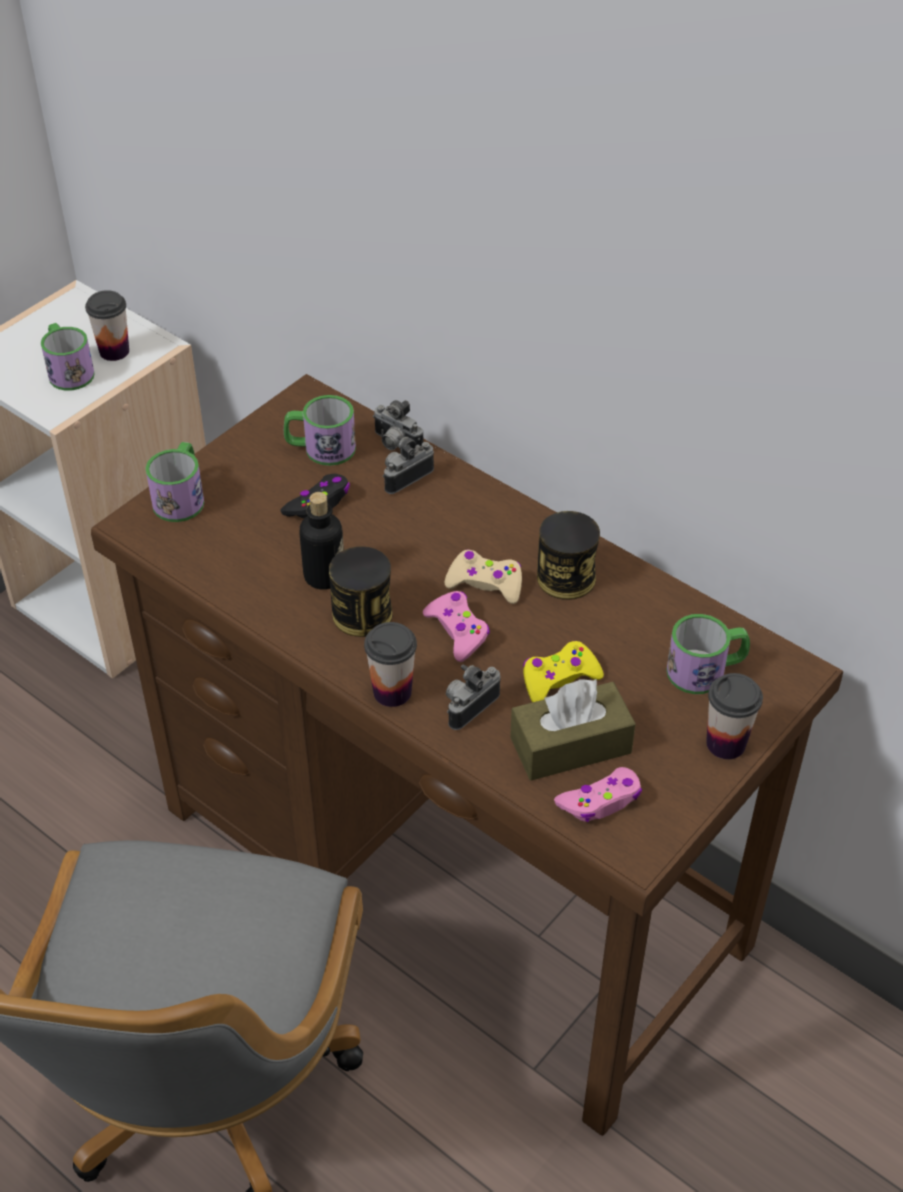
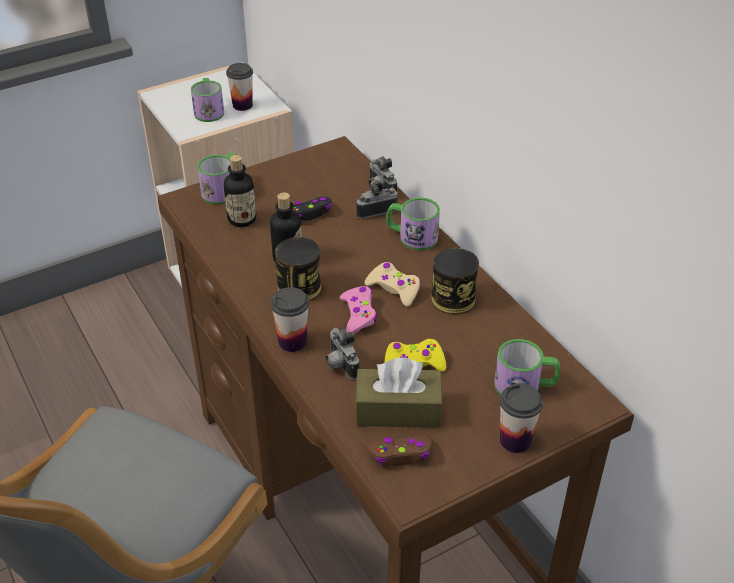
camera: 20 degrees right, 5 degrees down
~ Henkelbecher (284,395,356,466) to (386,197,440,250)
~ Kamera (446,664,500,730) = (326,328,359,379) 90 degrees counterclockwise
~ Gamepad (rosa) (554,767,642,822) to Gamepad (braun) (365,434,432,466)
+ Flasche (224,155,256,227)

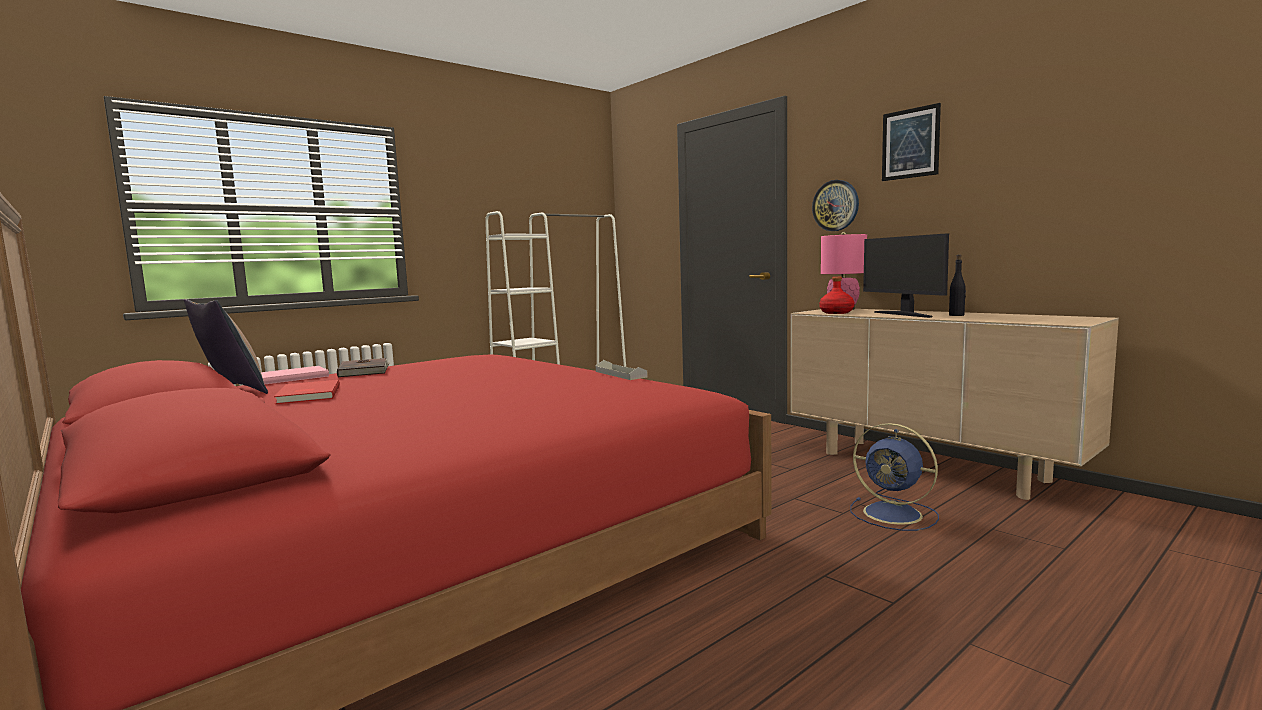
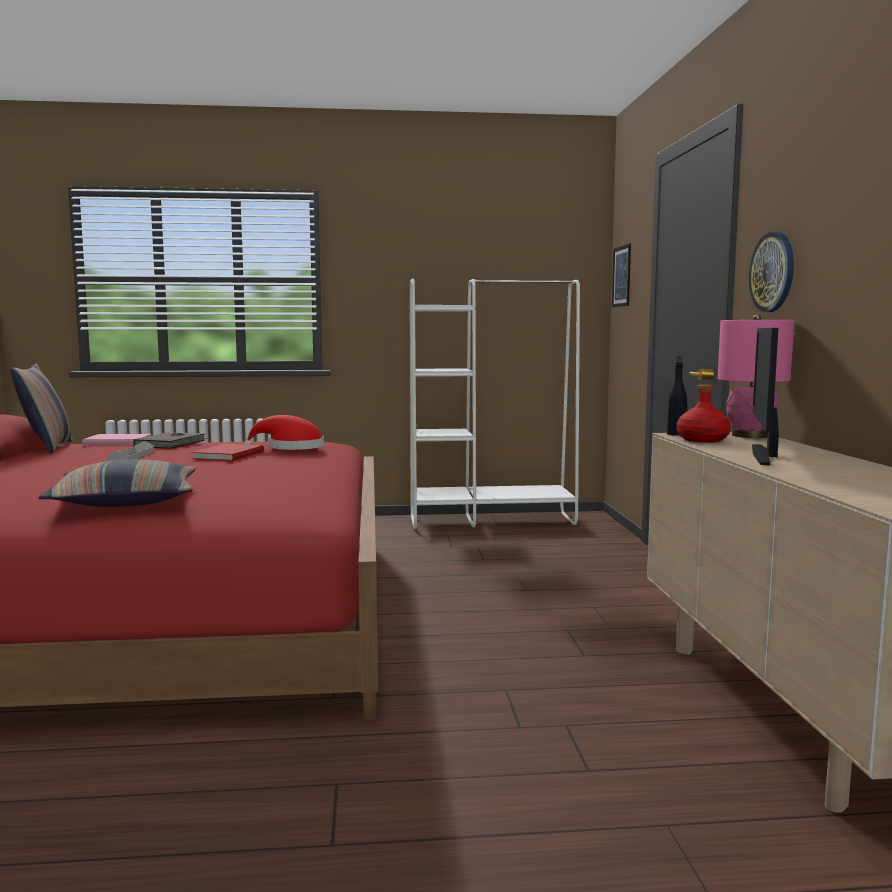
camera: 35 degrees right, 0 degrees up
~ Bild (882,103,941,181) to (612,244,631,307)
~ Flasche (schwarz) (949,255,966,316) to (667,355,688,436)
~ Tablett (grau) (596,360,648,380) to (107,441,154,461)
~ Buch (rot) (274,380,340,404) to (192,444,264,461)
- Ventilator (blau) (850,423,939,531)
+ Hut (rot) (244,415,324,450)
+ Kissen (38,459,196,507)

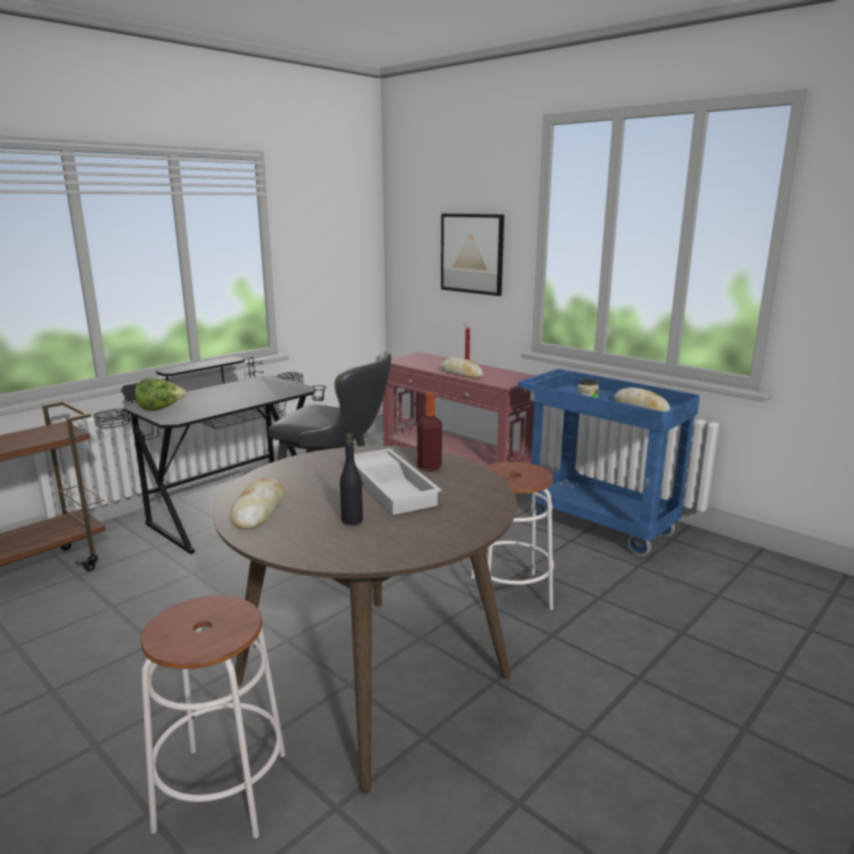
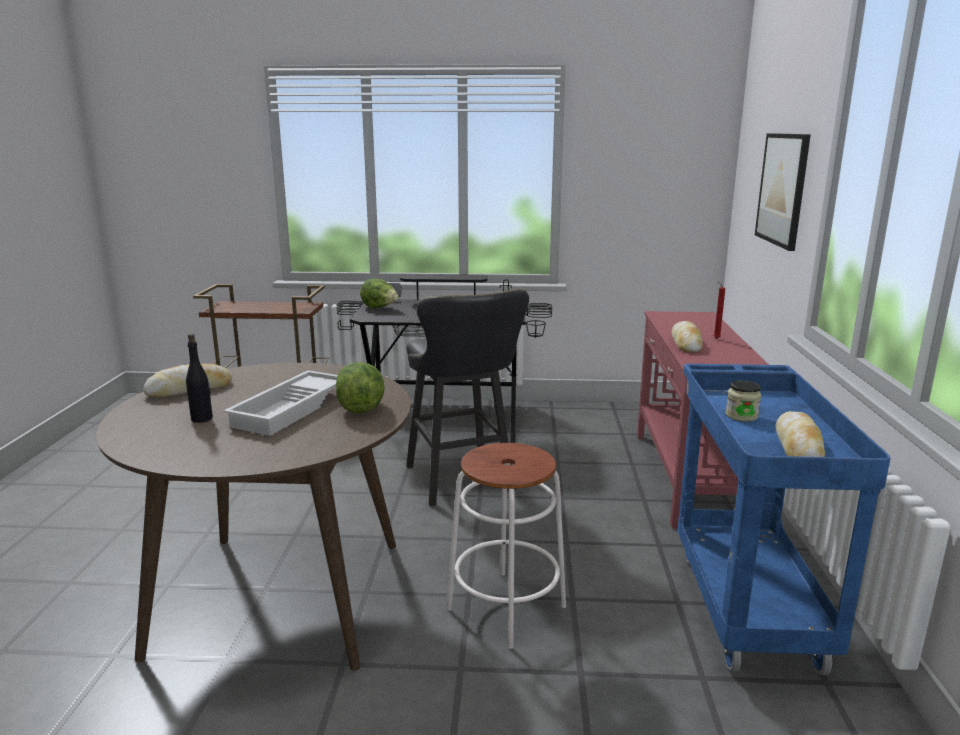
camera: 50 degrees right, 0 degrees up
~ Flasche (417,392,442,471) to Salatkopf (336,362,385,414)
- Hocker (weiß) (140,595,285,839)

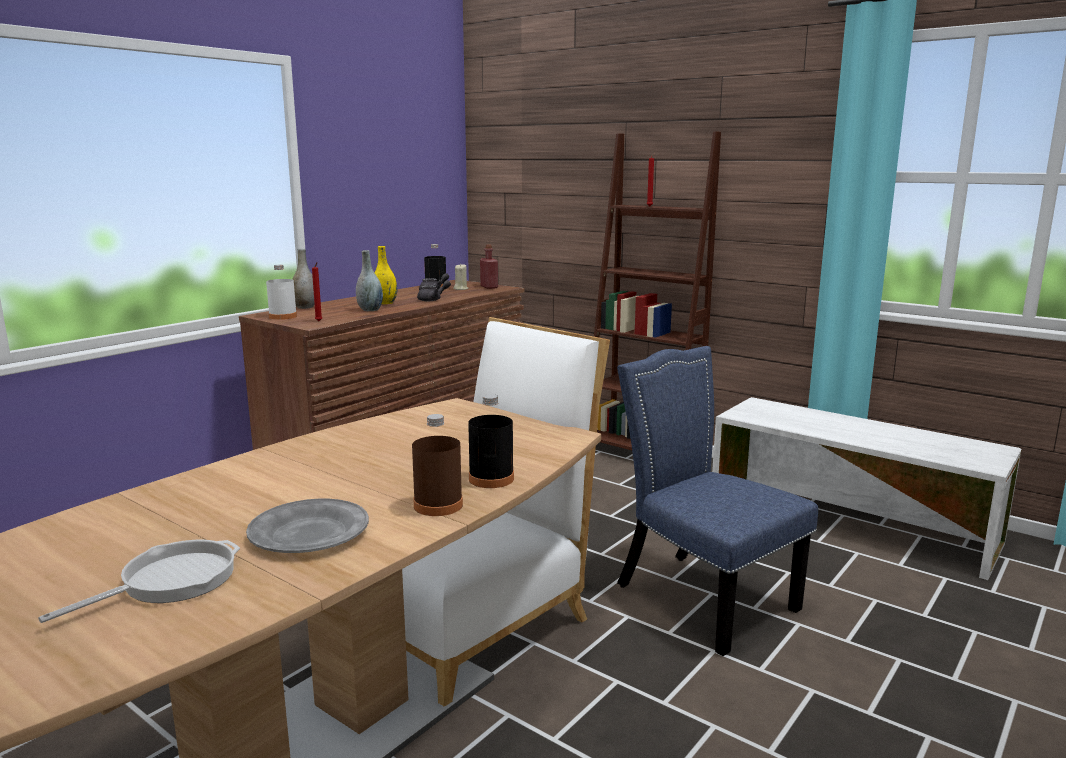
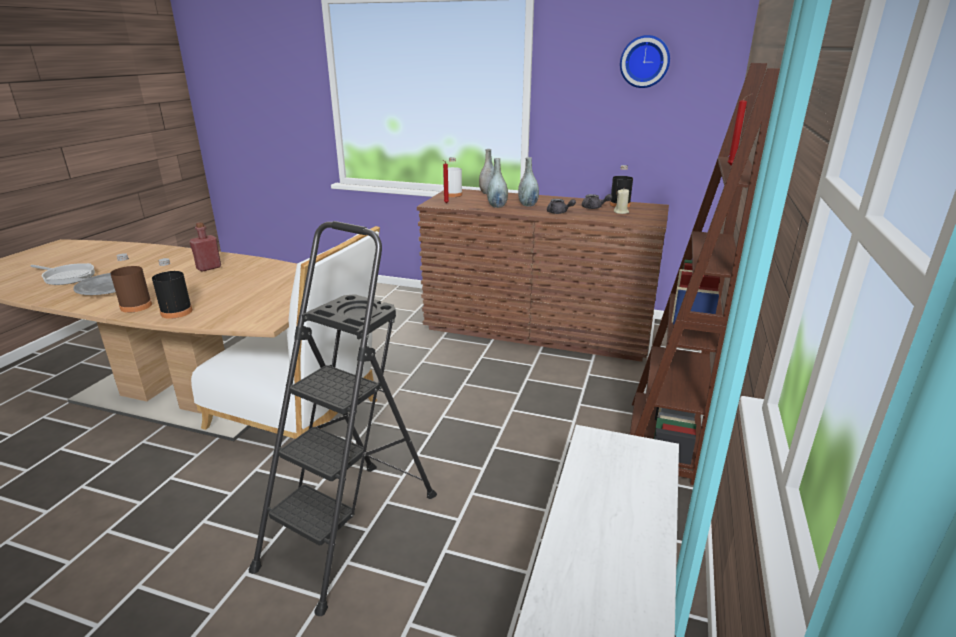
camera: 70 degrees right, 10 degrees up
~ Flasche (rot) (480,245,498,289) to (189,222,221,272)
~ Vase (gelb) (374,246,397,304) to Vase (grau) (518,157,539,207)
~ Stuhl (blau) (617,346,818,656) to Trittleiter (249,221,437,616)
+ Wanduhr (620,35,670,88)

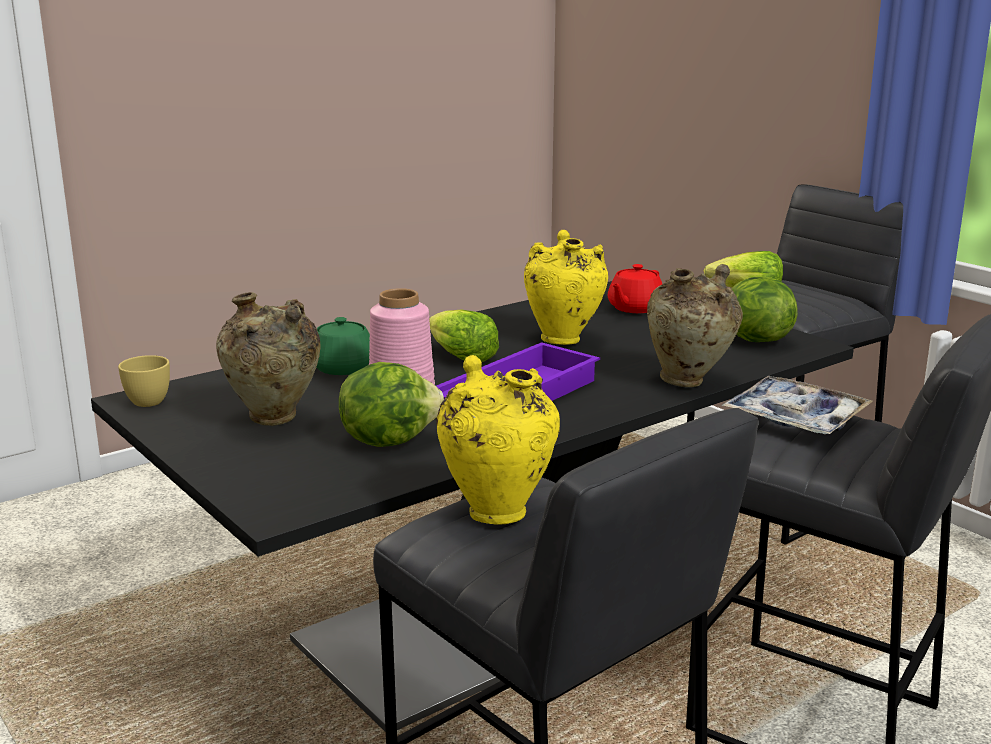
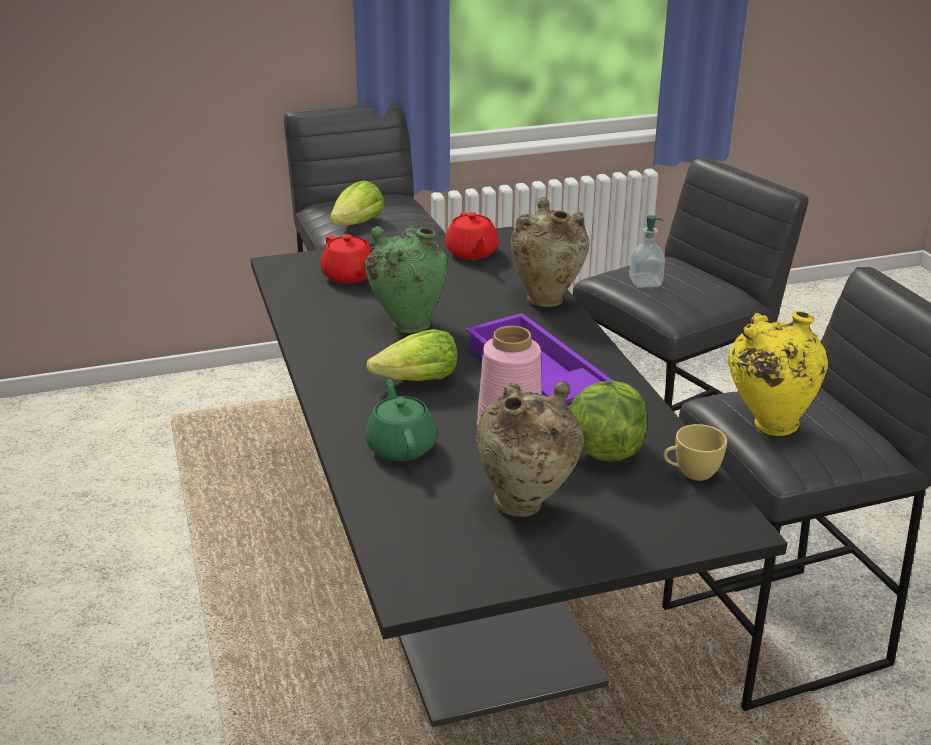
camera: 70 degrees left, 10 degrees up
~ Vase (gelb) (524,230,608,345) to Vase (grün) (365,226,448,333)
~ Salatkopf (731,277,798,342) to Teekanne (rot) (445,212,499,260)
~ Tasse (gelb) (118,355,170,407) to (664,424,727,481)
~ Tablett (721,376,873,435) to Seifenspender (629,215,665,288)

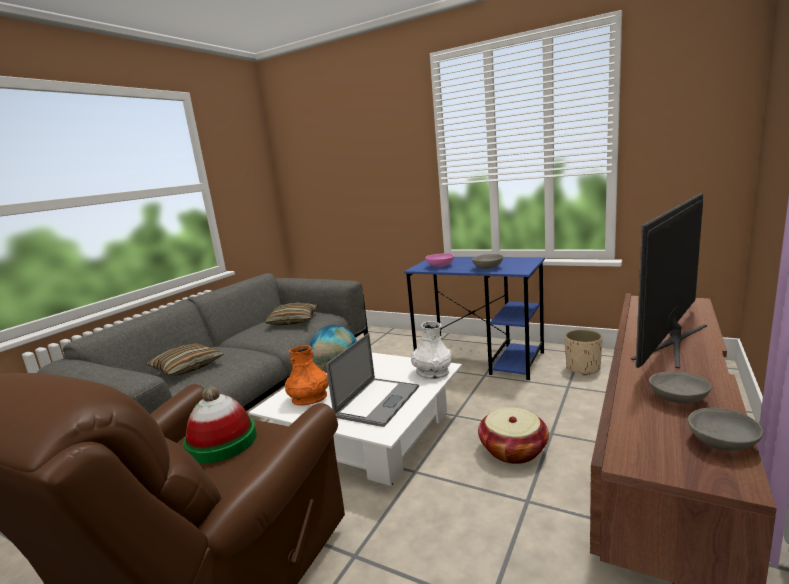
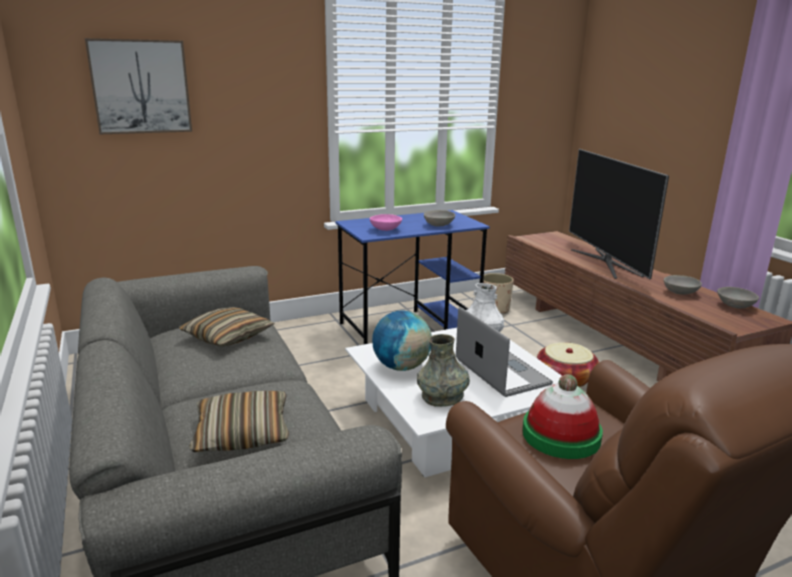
camera: 55 degrees left, 5 degrees up
~ Vase (orange) (285,345,329,406) to Vase (grau) (417,334,470,407)
+ Bild (85,38,192,134)

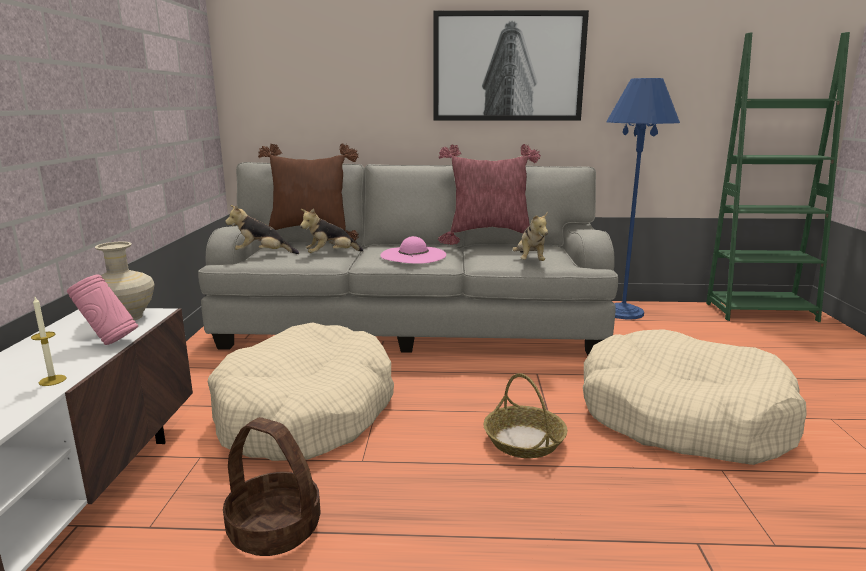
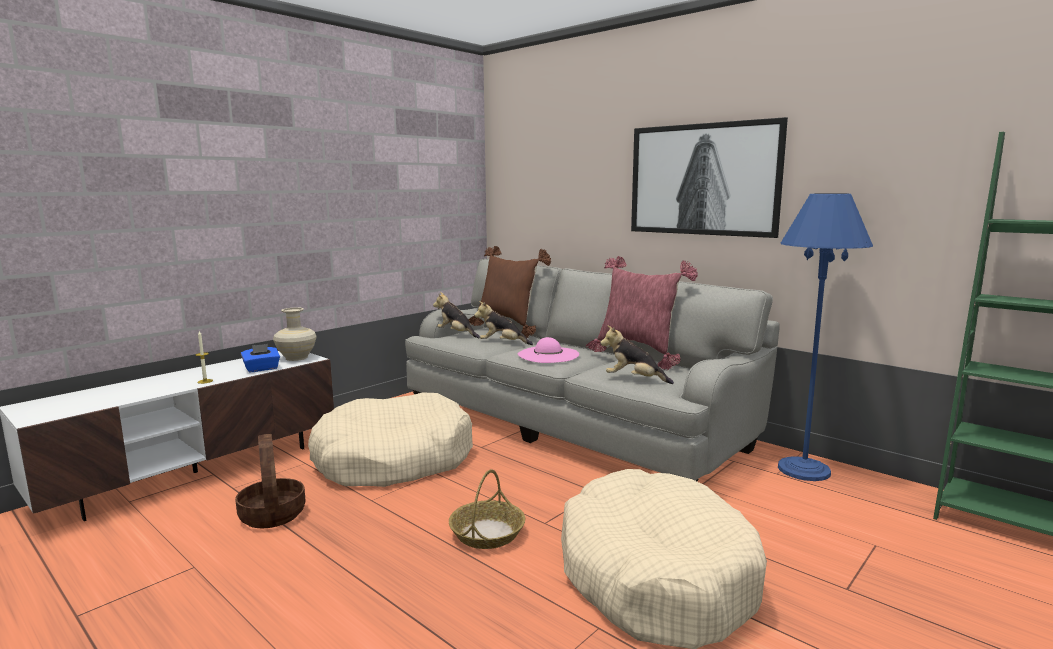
camera: 40 degrees right, 5 degrees down
~ Plüschtier (512,212,548,261) = (600,325,674,384) 75 degrees clockwise
~ Vase (rosa) (67,274,138,345) to Taschentuchbox (blau) (241,344,280,372)

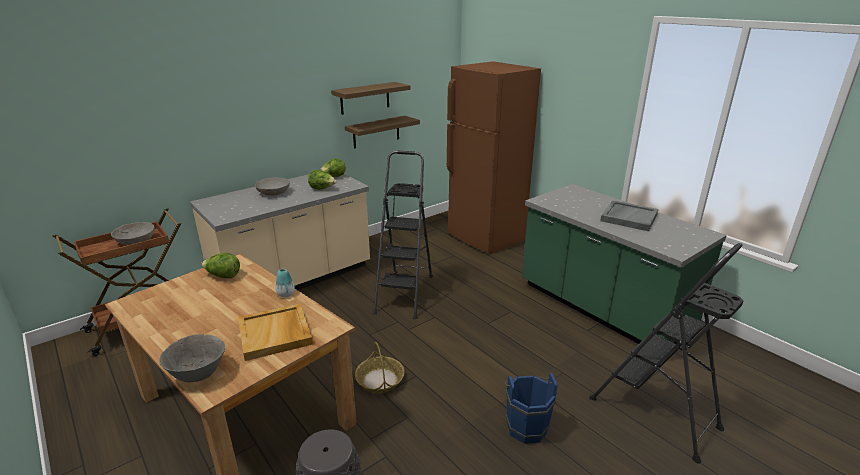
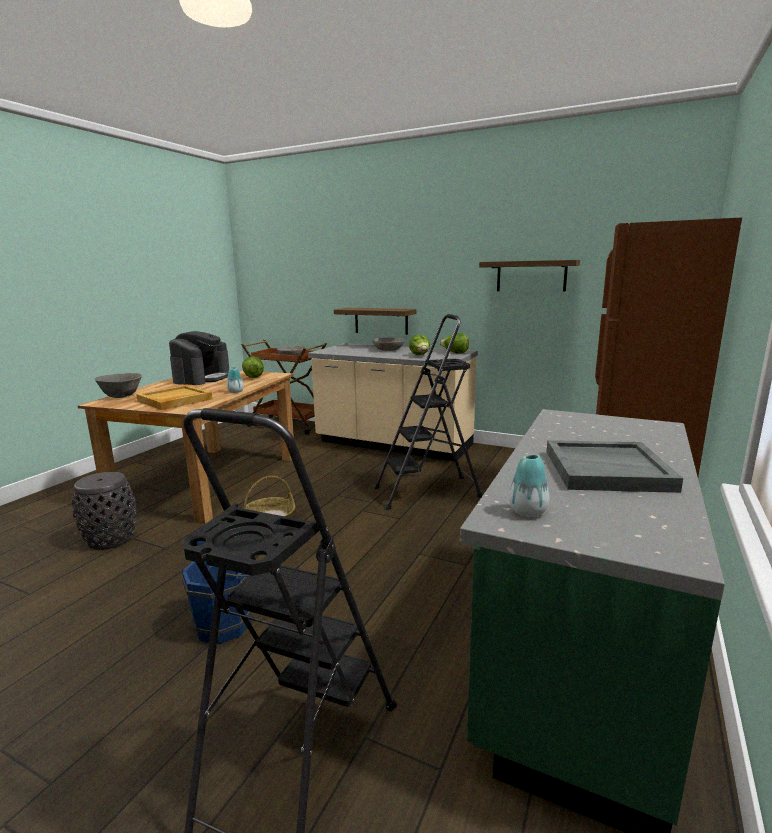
camera: 65 degrees right, 10 degrees down
~ Wandregal (345,116,420,149) to (334,308,417,335)
+ Kaffeemaschine (169,331,229,385)
+ Vase (509,454,549,517)

